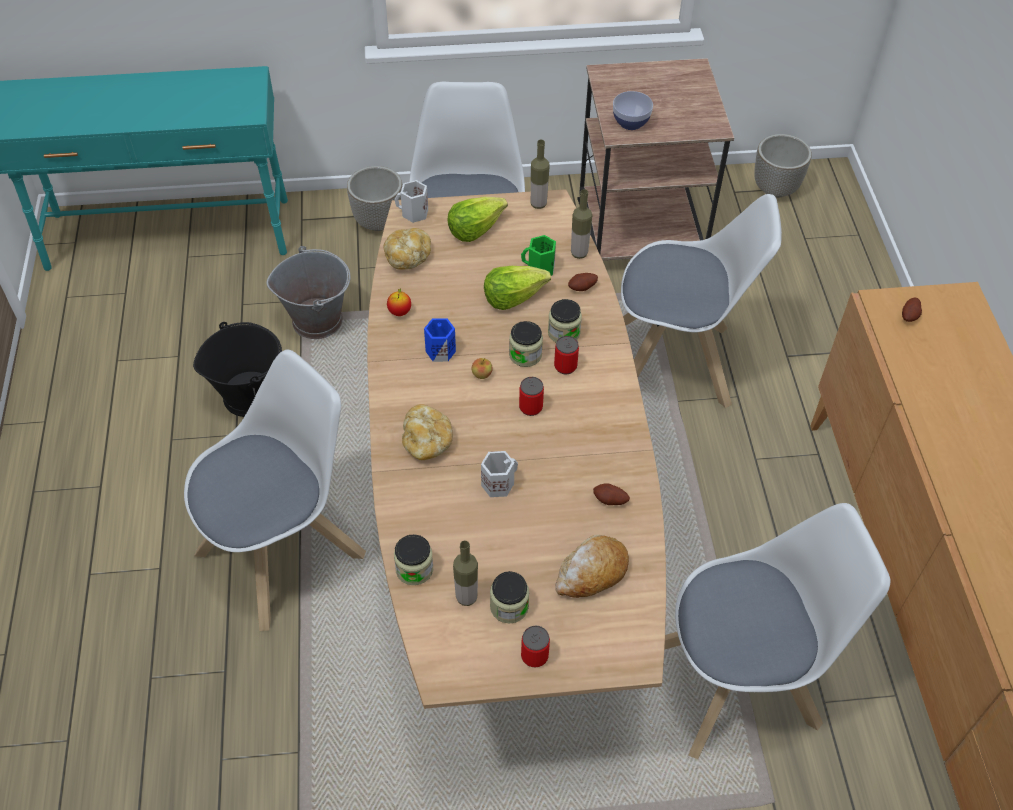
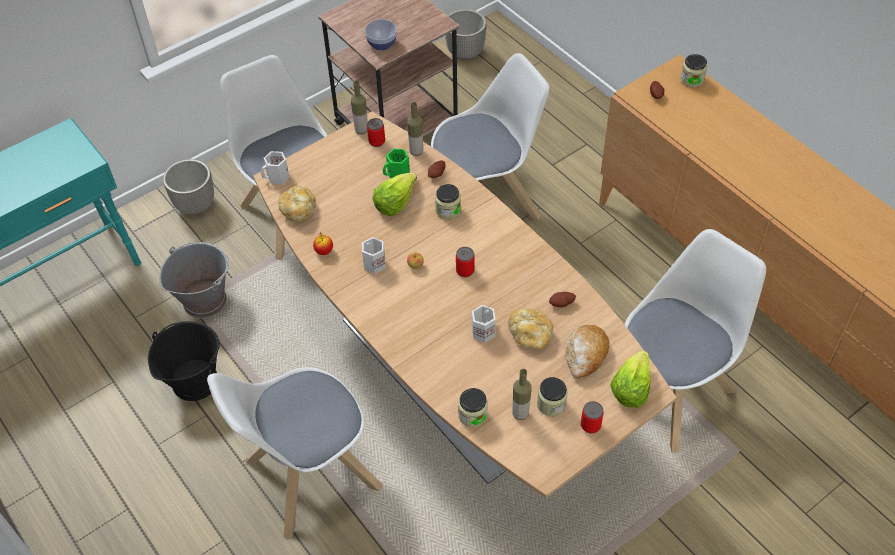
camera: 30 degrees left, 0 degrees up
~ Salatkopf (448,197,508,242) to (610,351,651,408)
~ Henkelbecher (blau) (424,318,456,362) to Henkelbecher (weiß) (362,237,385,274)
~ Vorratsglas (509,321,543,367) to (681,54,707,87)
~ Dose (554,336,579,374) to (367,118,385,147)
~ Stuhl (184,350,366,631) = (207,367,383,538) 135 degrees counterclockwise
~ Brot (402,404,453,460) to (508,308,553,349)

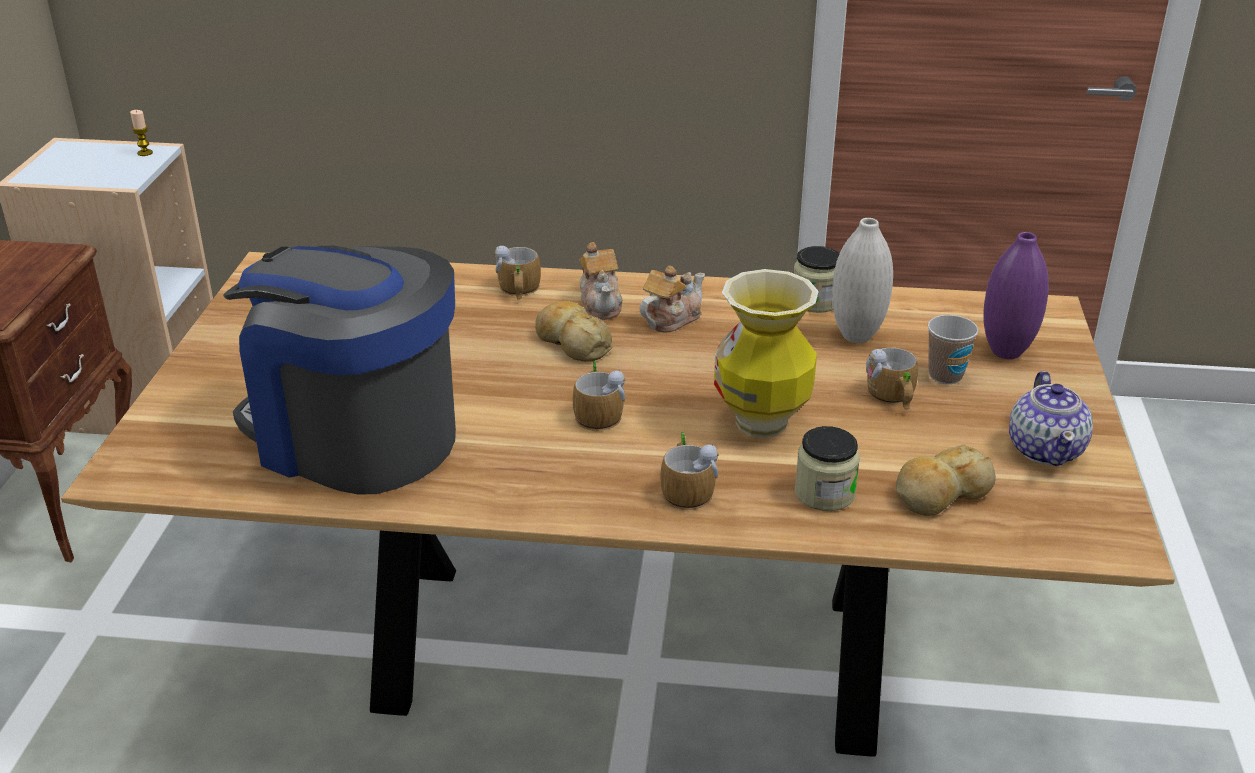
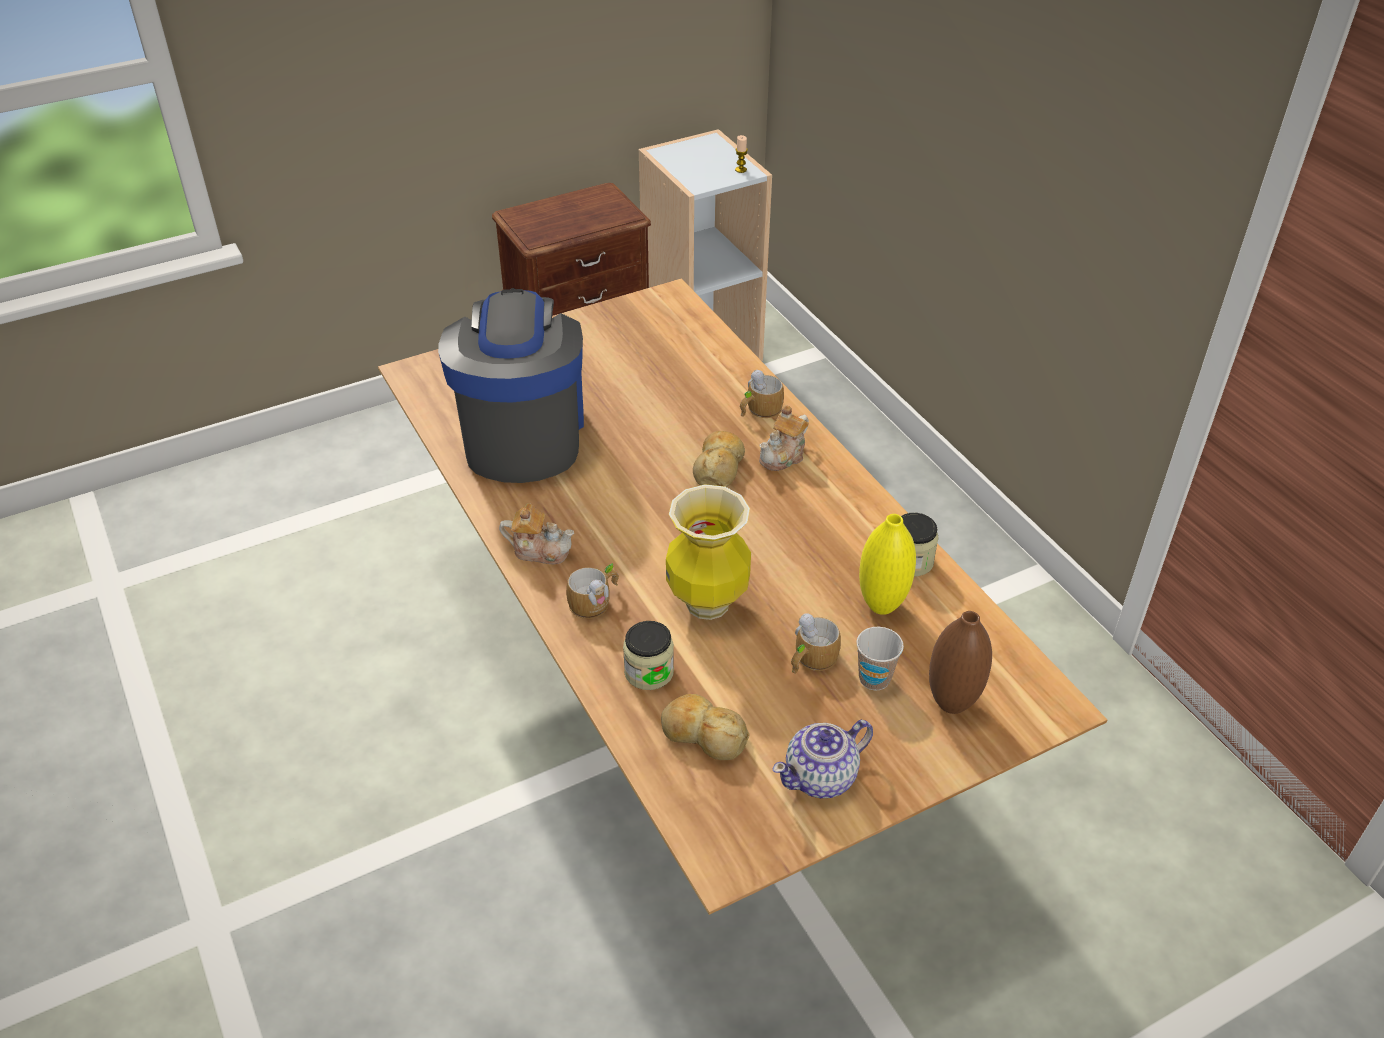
camera: 55 degrees right, 10 degrees up
~ Vase (weiß) (832,218,893,343) to Vase (gelb) (859,514,916,615)
~ Vase (lila) (983,232,1049,359) to Vase (braun) (929,611,992,714)
~ Teekanne (640,266,705,333) to (499,503,574,564)
- Henkelbecher (573,361,626,431)

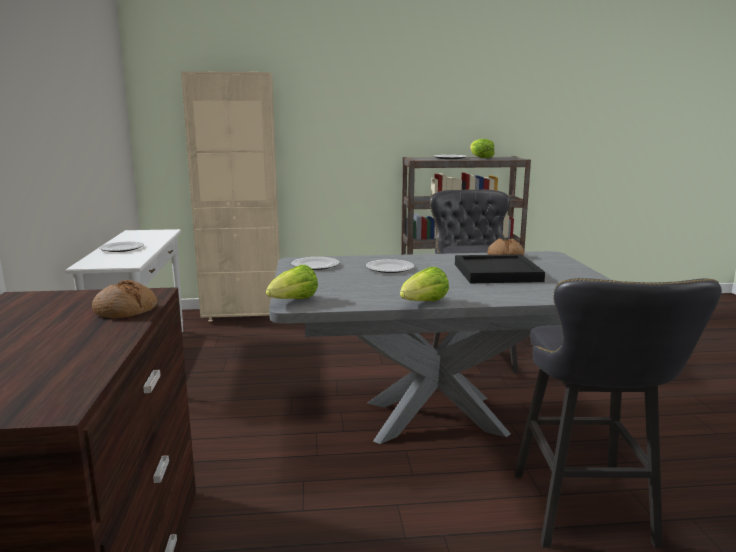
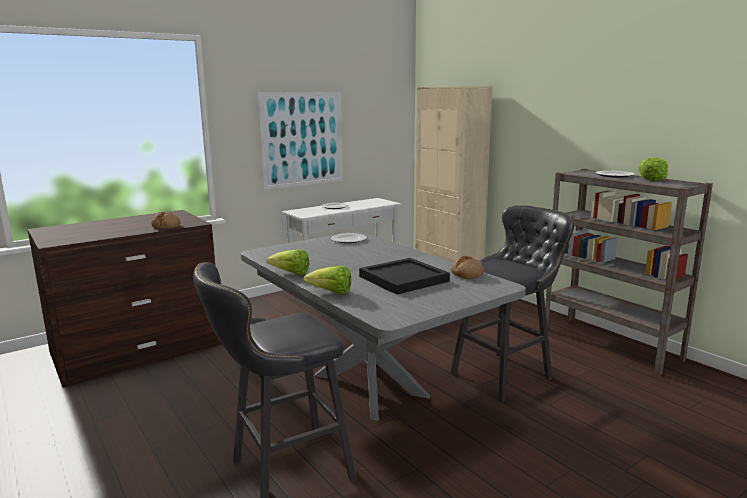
camera: 60 degrees right, 0 degrees up
- Teller (365,259,415,273)
~ Salatkopf (266,265,318,299) to (303,265,351,294)
+ Bild (257,92,343,190)

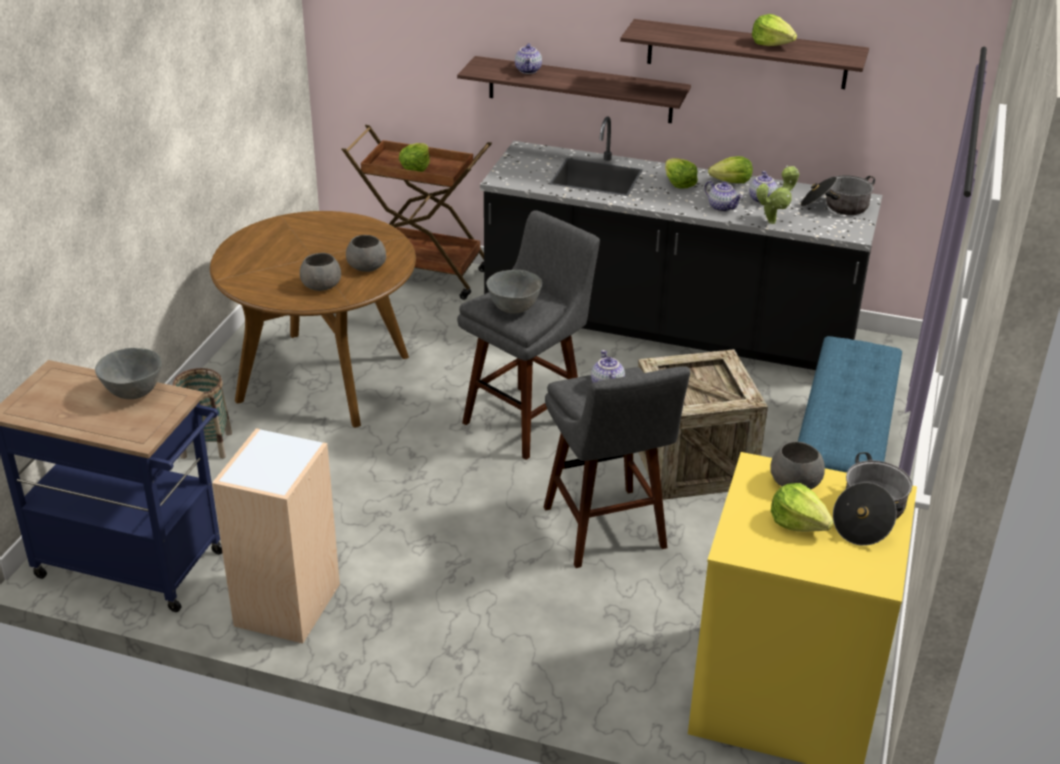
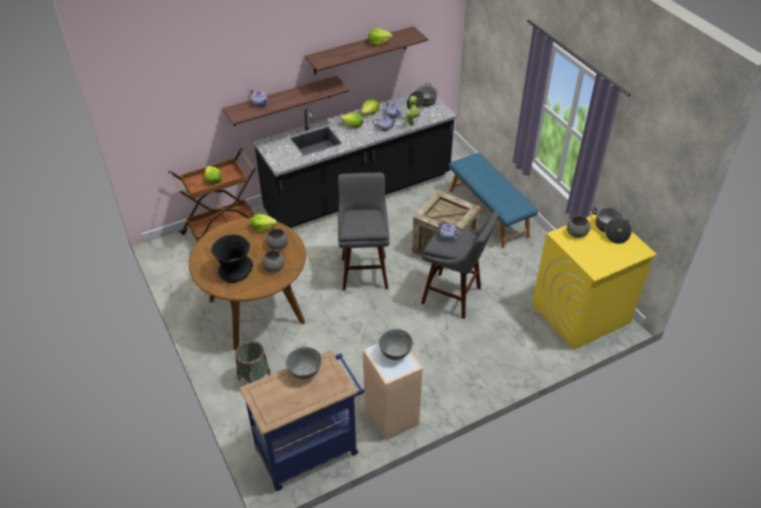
camera: 45 degrees left, 10 degrees up
~ Schüssel (grau) (486,270,542,314) to (379,329,413,360)
~ Salatkopf (771,483,834,532) to (251,214,277,233)
+ Vase (schwarz) (211,235,253,283)

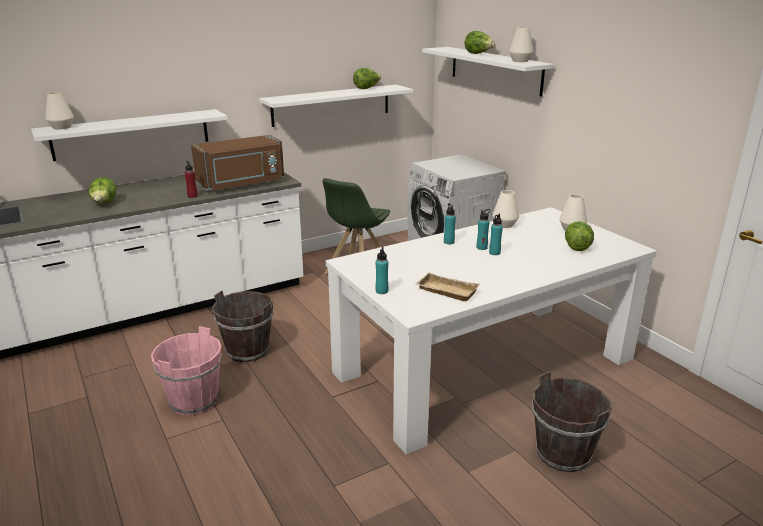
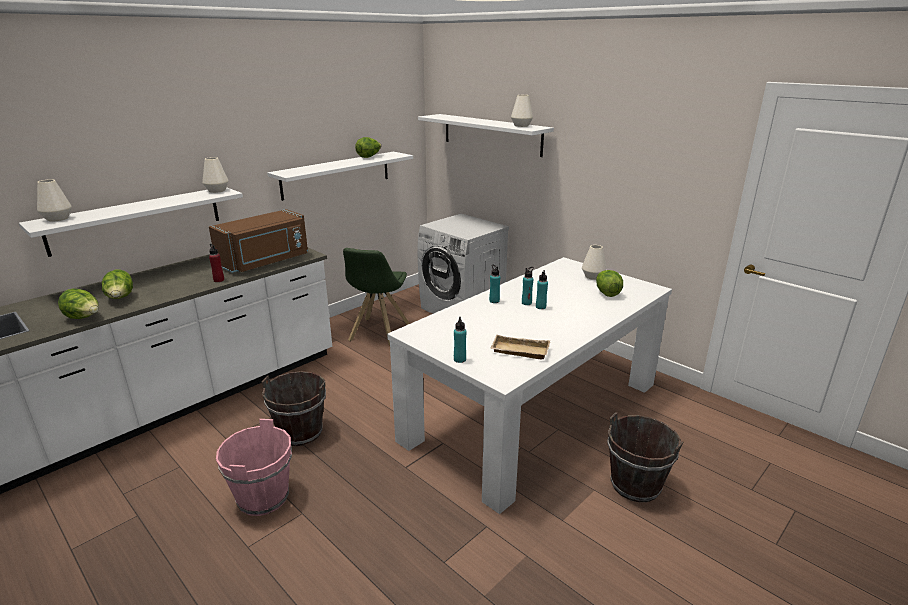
camera: 15 degrees left, 0 degrees up
~ Salatkopf (465,31,495,54) to (58,289,99,319)
~ Vase (weiß) (492,190,519,228) to (202,157,228,193)

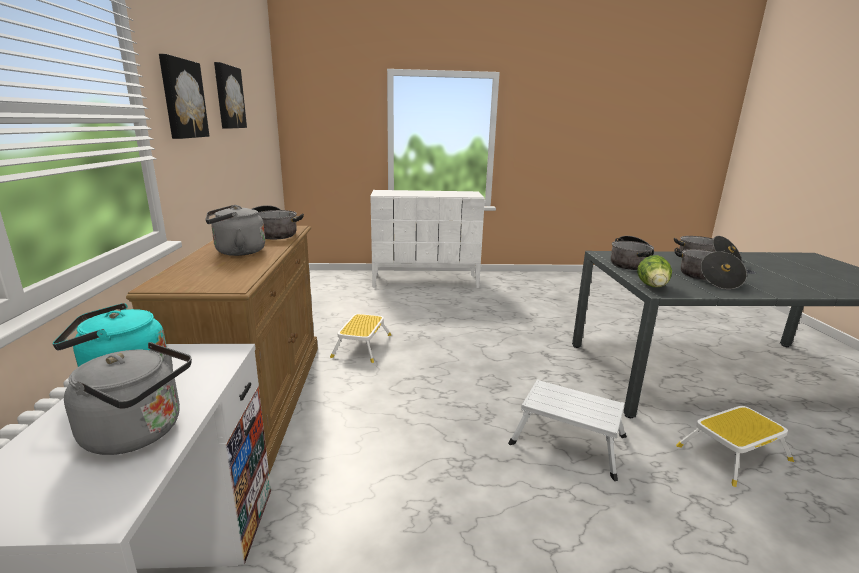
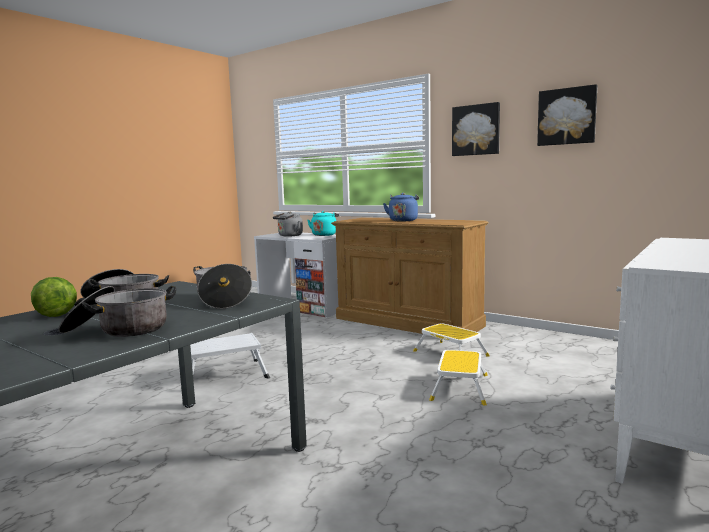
camera: 130 degrees right, 10 degrees down
~ Wasserkessel (grau) (205,205,265,256) to Wasserkessel (blau) (383,193,419,222)
- Kochtopf (252,205,304,239)
~ Salatkopf (637,255,672,287) to (31,277,77,317)
~ Trittleiter (gelb) (676,406,794,487) to (429,350,488,406)

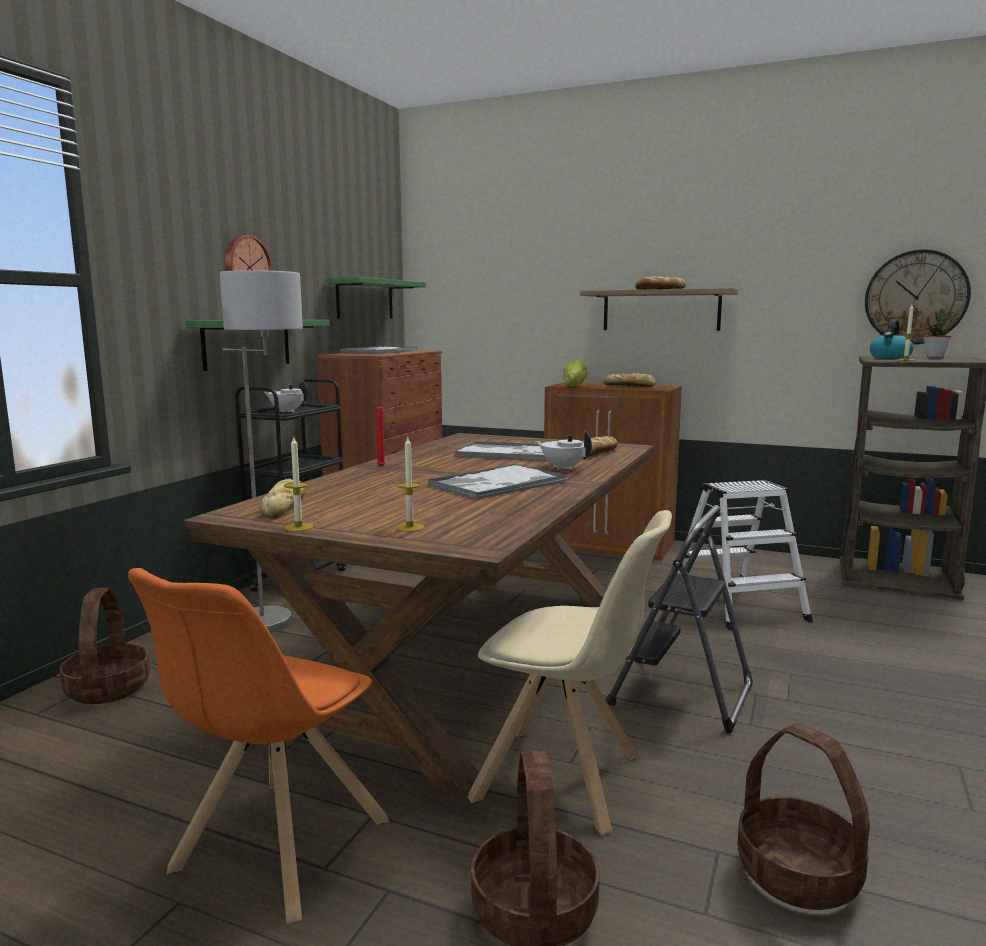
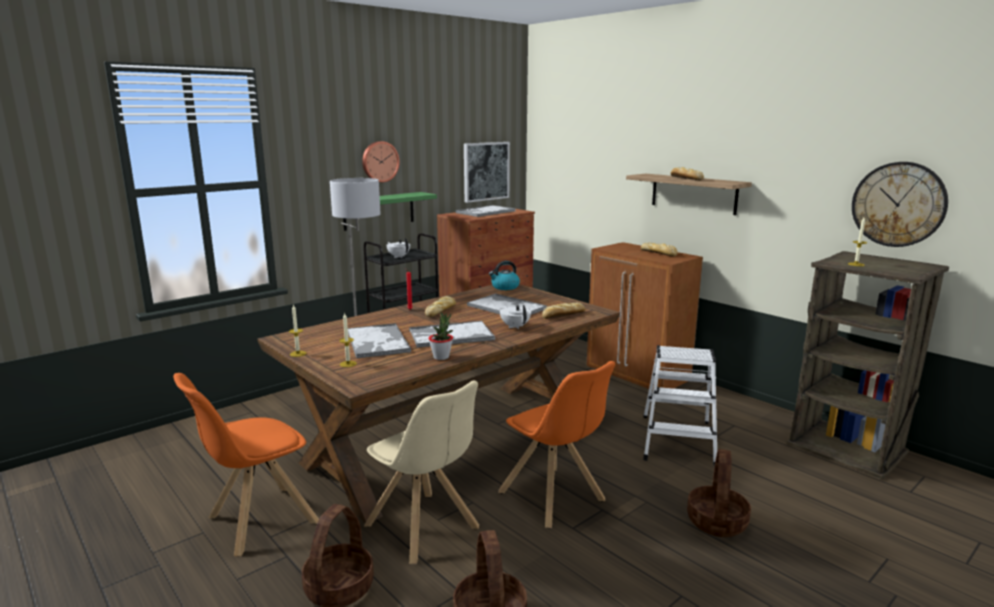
camera: 25 degrees right, 5 degrees up
~ Wandregal (grün) (327,277,426,319) to Bild (464,142,510,203)
~ Topfpflanze (924,309,951,357) to (429,313,453,360)
~ Wasserkessel (870,319,914,358) to (489,261,520,290)
- Salatkopf (563,360,588,386)
~ Brot (260,479,306,518) to (425,296,456,318)
~ Trittleiter (schwarz) (605,505,753,734) to Stuhl (orange) (498,361,615,528)
~ Korb (59,588,150,704) to (687,449,751,537)
+ Tablett (348,323,411,358)

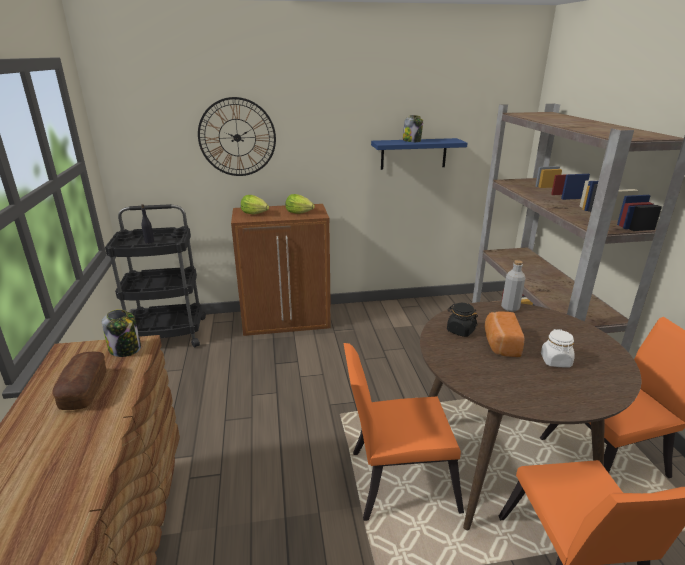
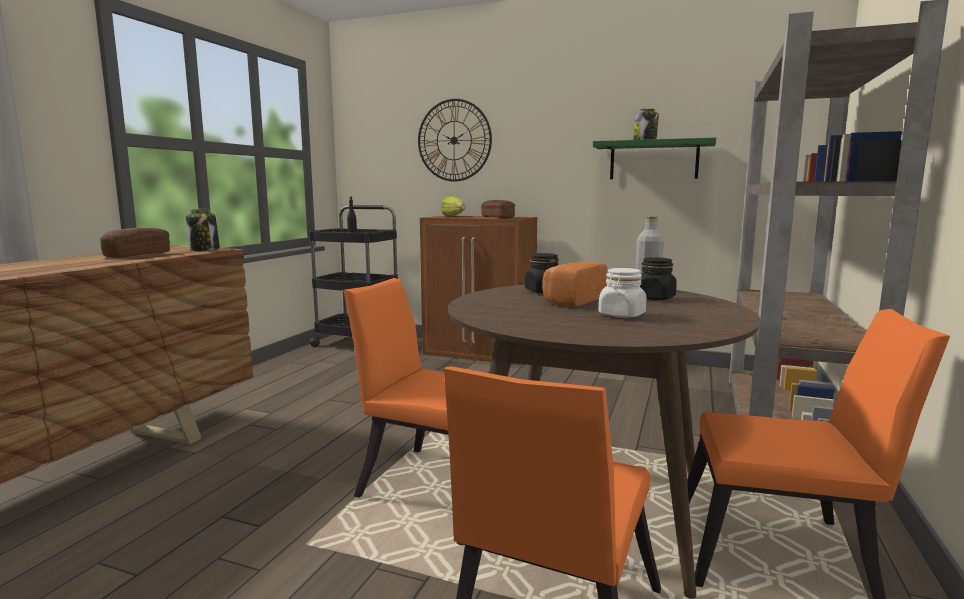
camera: 30 degrees right, 15 degrees down
~ Wandregal (blau) (371,138,468,170) to Wandregal (grün) (593,137,716,179)
~ Salatkopf (285,194,315,214) to Brot (481,200,515,218)
+ Vorratsglas (schwarz) (640,257,677,300)

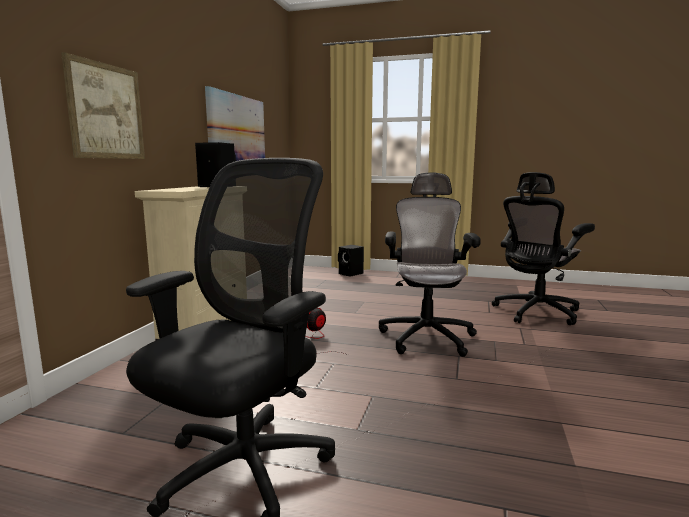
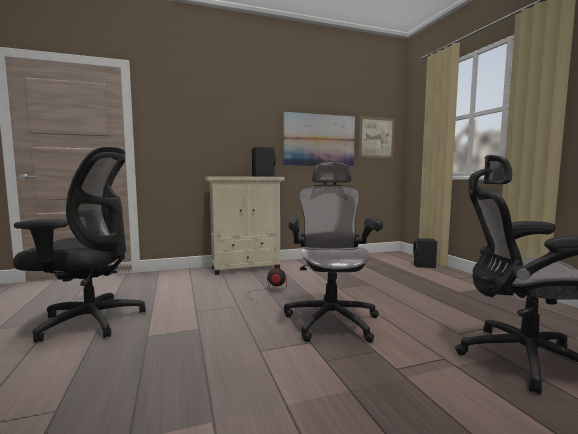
camera: 55 degrees right, 5 degrees down
~ Bild (61,52,145,159) to (359,116,395,159)
~ Bürostuhl (379,172,481,357) = (284,161,383,343) 60 degrees counterclockwise

